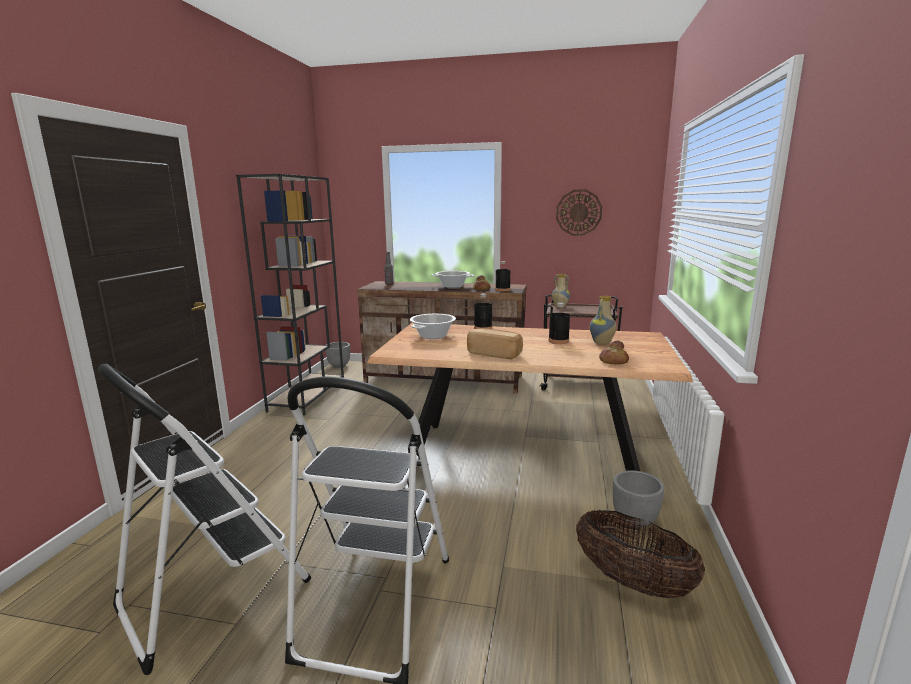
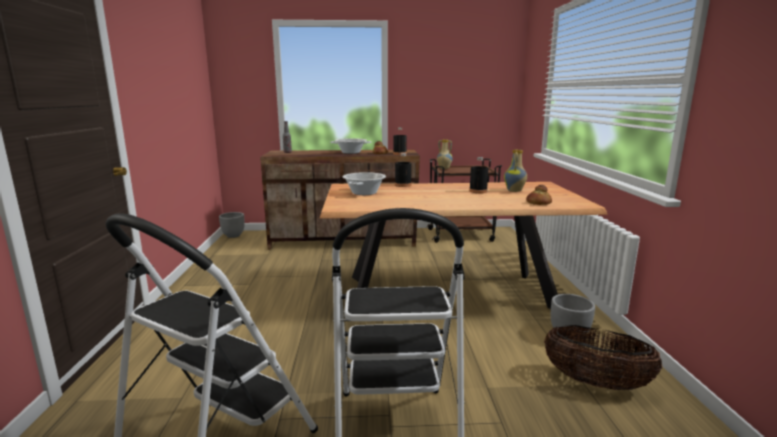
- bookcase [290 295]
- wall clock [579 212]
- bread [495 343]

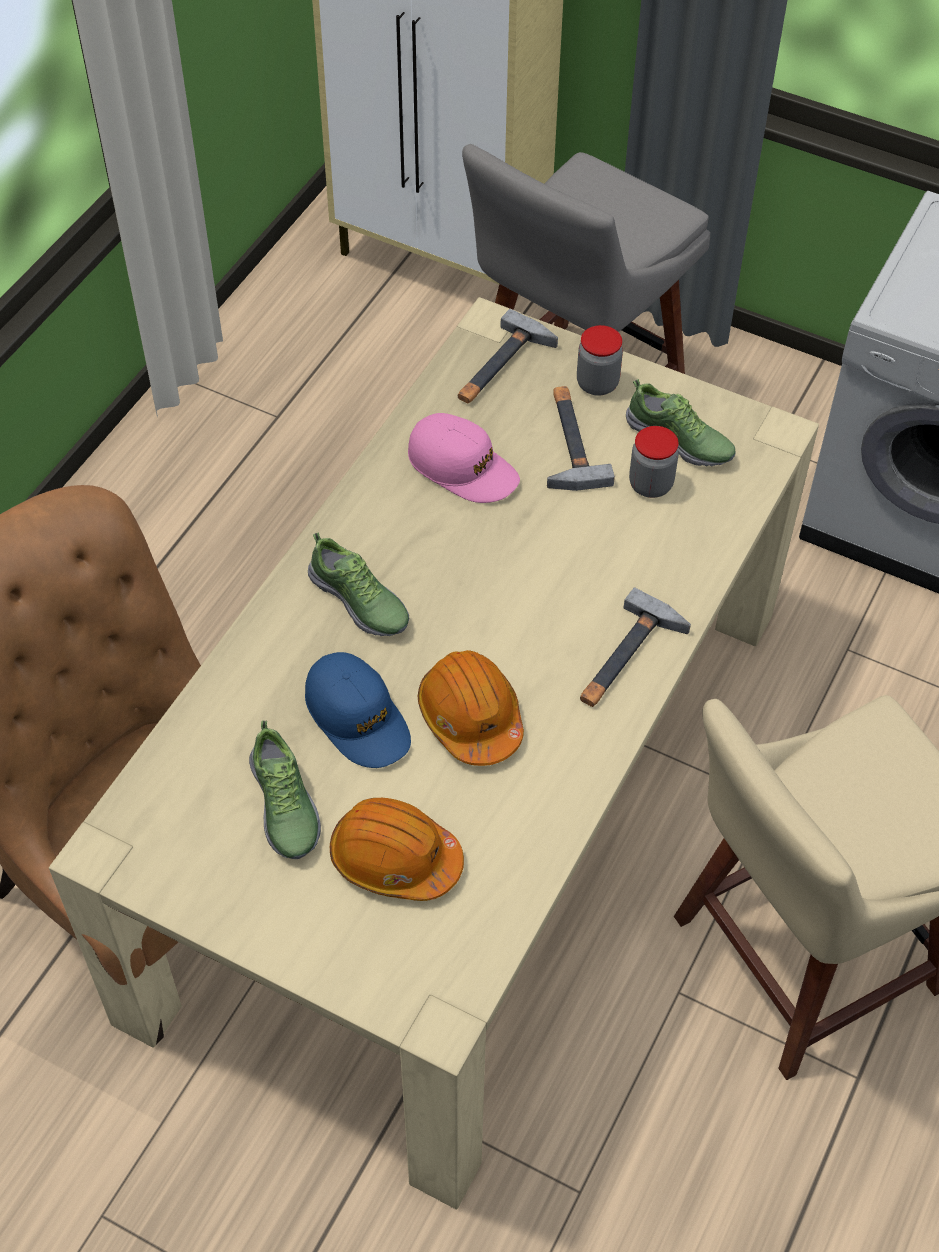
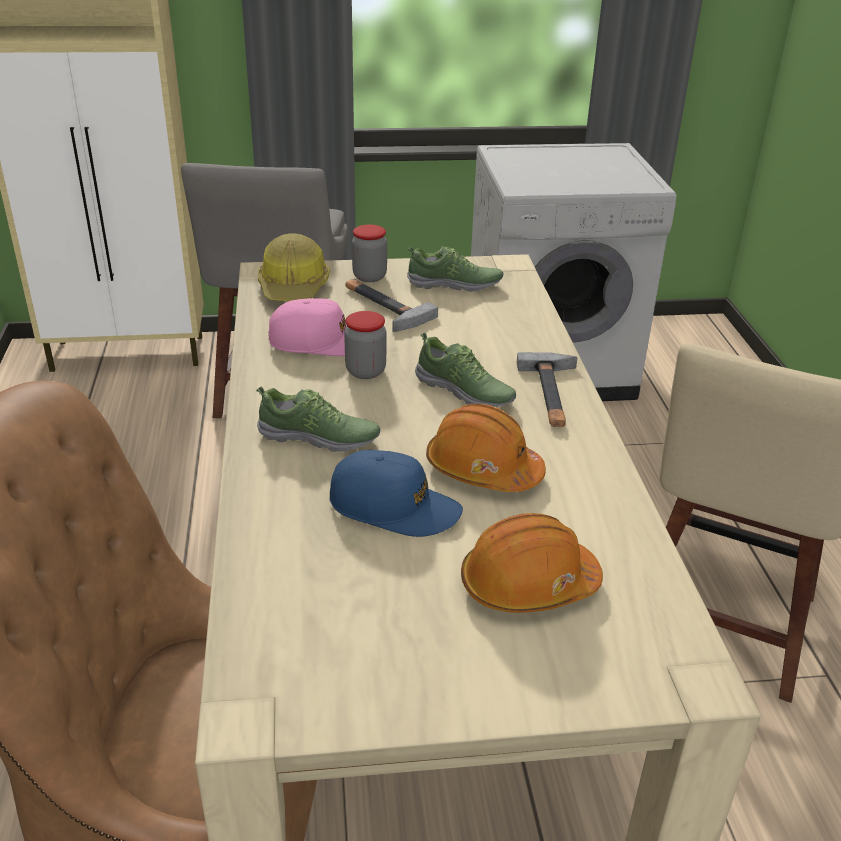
~ hammer [508 356] to hard hat [294 267]
~ jar [654 462] to [365 345]
~ shoe [285 789] to [465 370]

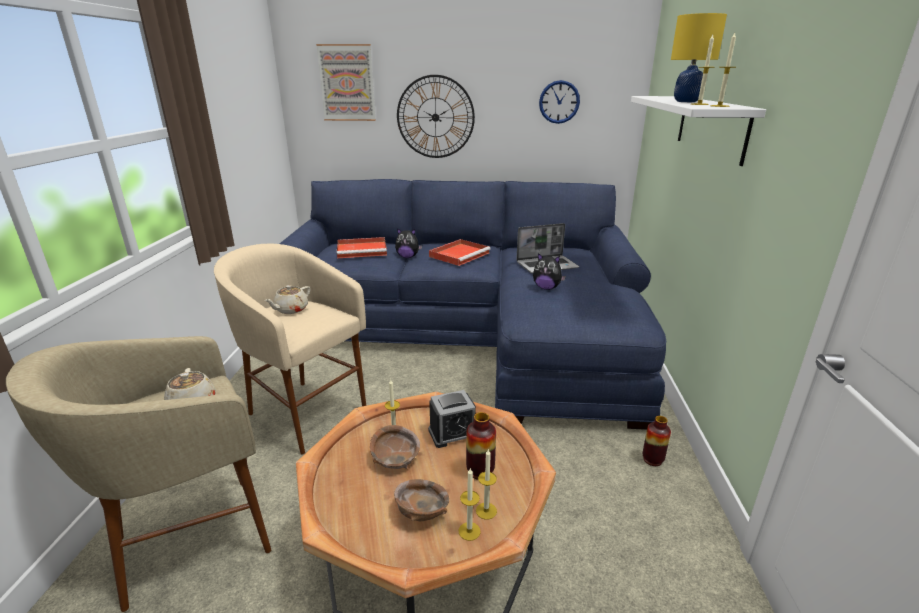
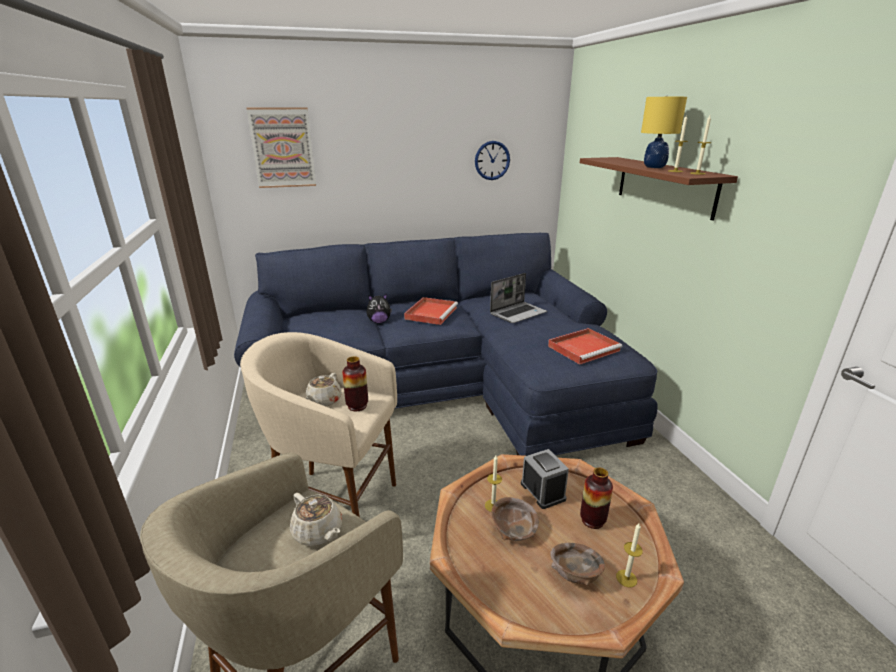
- wall clock [436 116]
~ white shelf [698 131] to brown shelf [659 189]
~ red tray [362 247] to [585 346]
- plush toy [549 271]
~ alarm clock [452 419] = [545 479] 75 degrees counterclockwise
~ vase [656 441] to [355 383]
- candle [486 484]

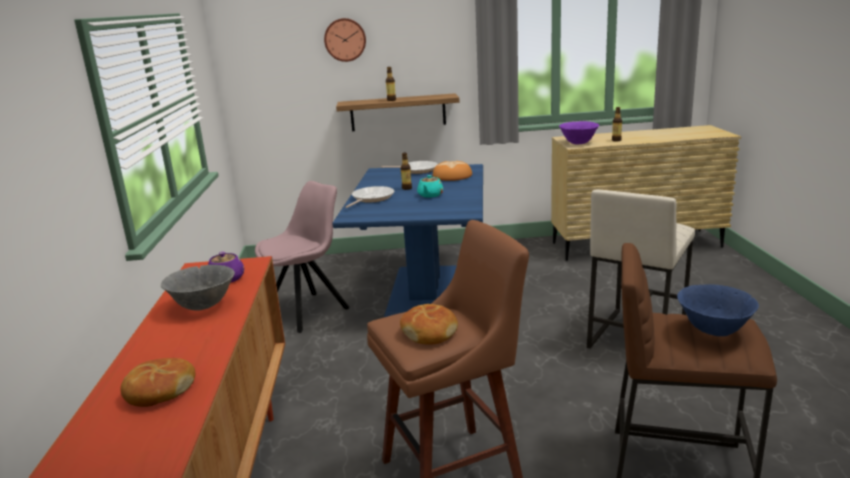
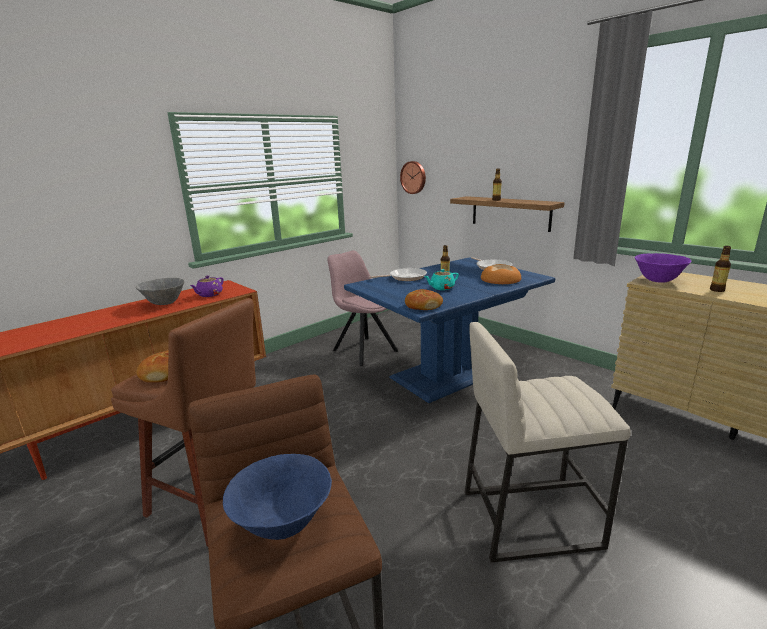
~ wall clock [345 40] to [413 177]
~ pink chair [302 257] = [362 308] 135 degrees counterclockwise
~ bread [157 382] to [424 299]

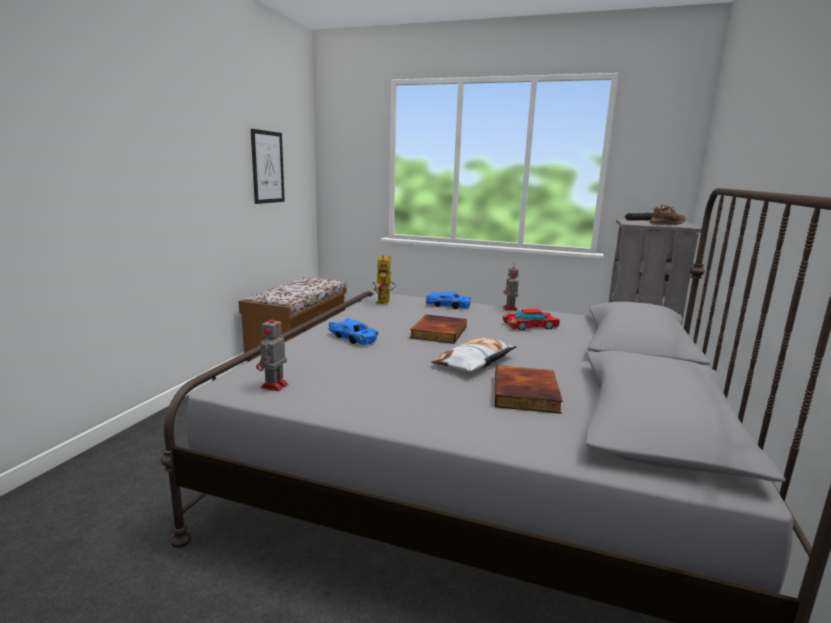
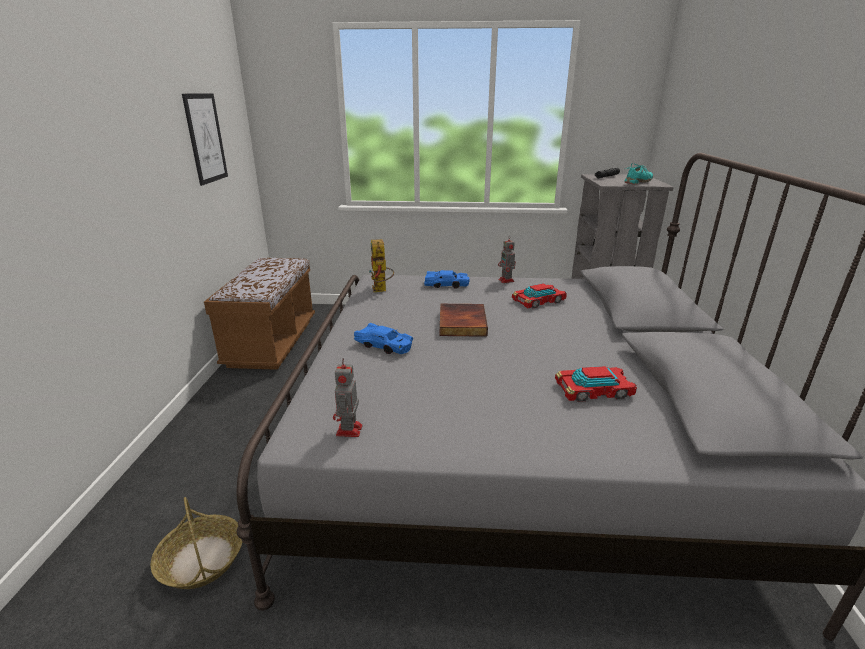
~ brown shoe [668 215] to turquoise shoe [638 174]
- pillow [474 355]
~ book [529 389] to toy car [596 384]
+ basket [196 543]

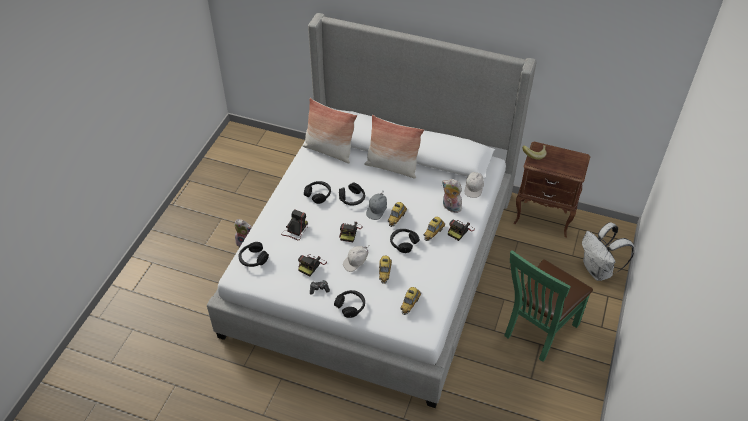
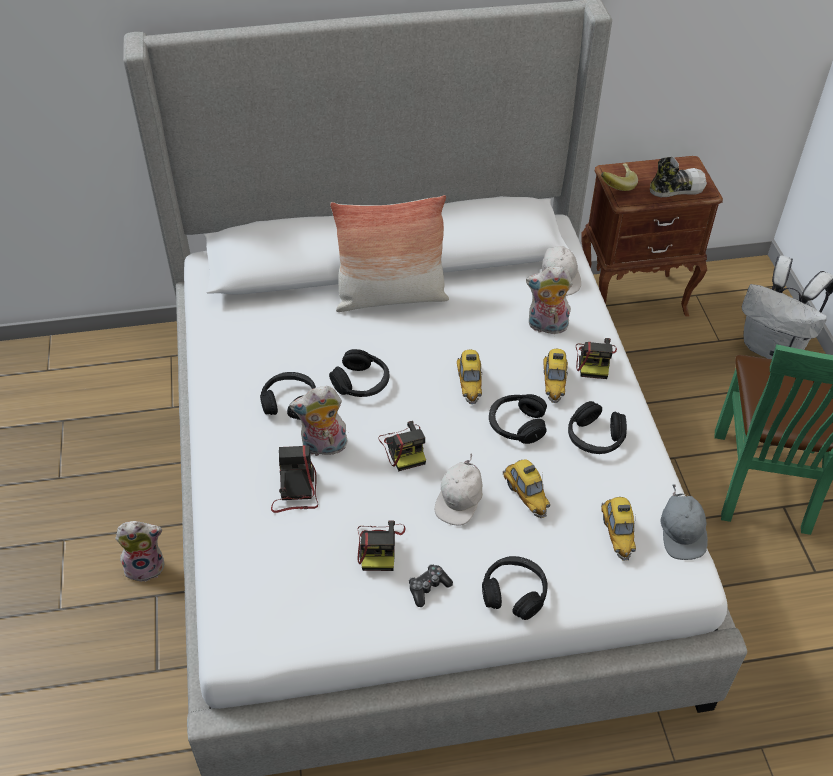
- pillow [330 130]
~ grey cap [376 206] to [684 522]
~ black headphones [253 254] to [597 427]
+ shoe [678 176]
+ plush toy [319 422]

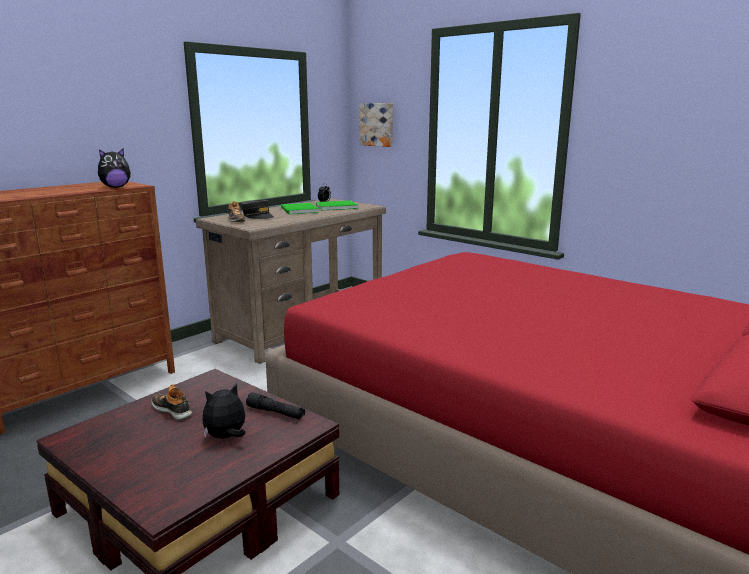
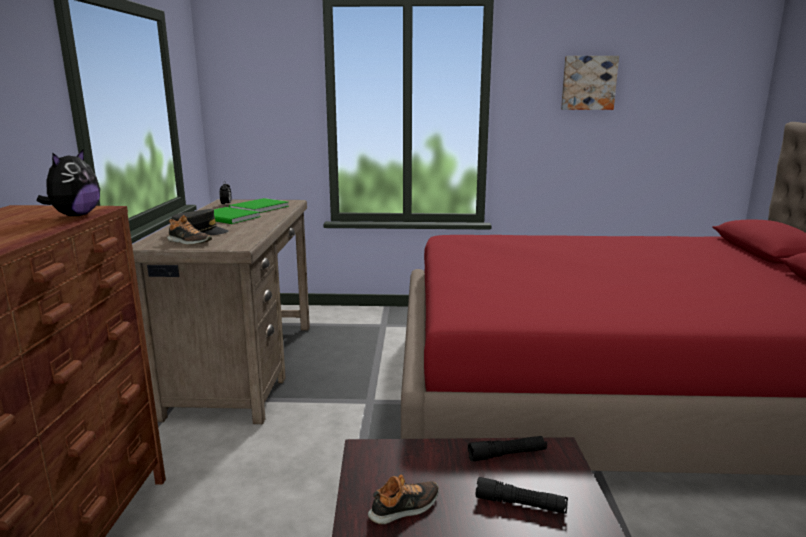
~ picture [376 125] to [590 83]
~ plush toy [224 411] to black flashlight [522 495]
~ shoe [172 402] = [403 499] 150 degrees clockwise

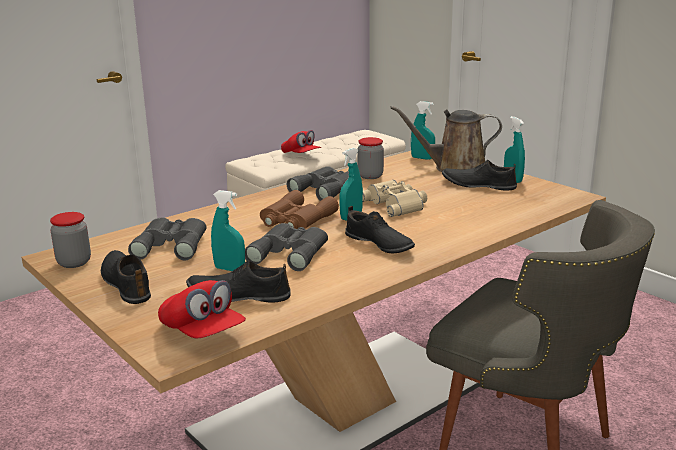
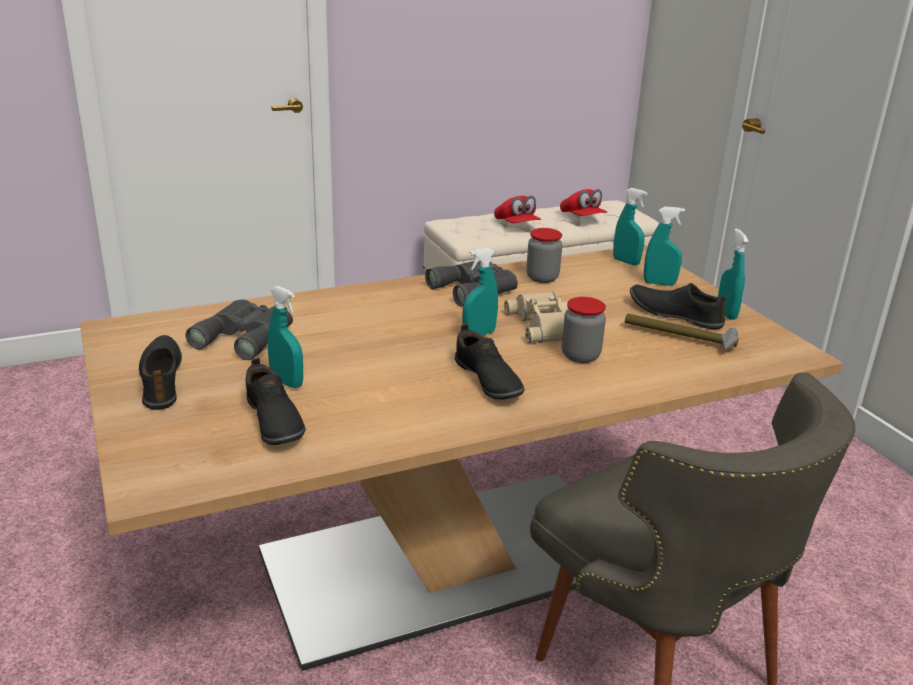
~ brown watering can [446 139] to turquoise spray bottle [664 246]
- brown binoculars [299 209]
~ jar [70 240] to [584 330]
- grey binoculars [286 247]
~ black shoe [238 281] = [276 401] 135 degrees counterclockwise
~ red cap [202 309] to [583 202]
+ hammer [682 332]

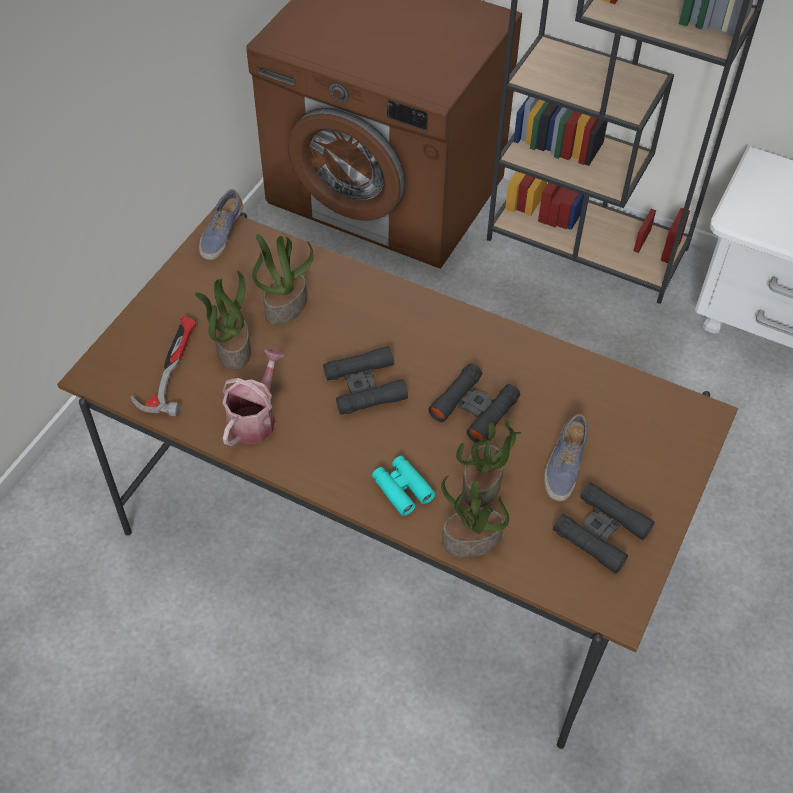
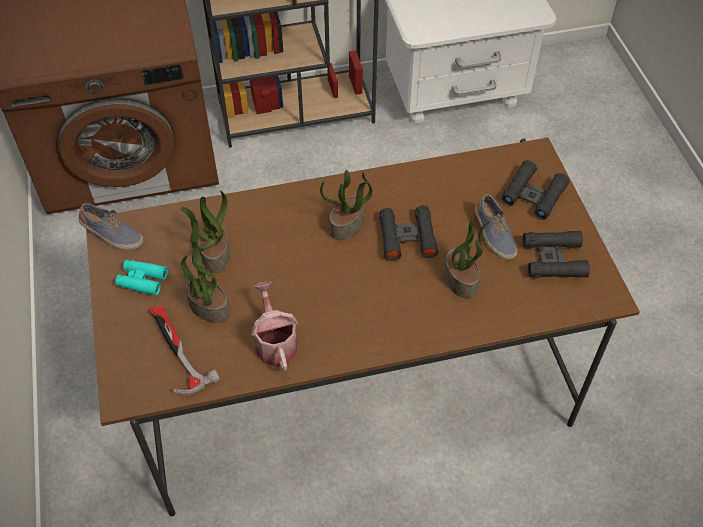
~ shoe [221 224] = [110 226] 45 degrees counterclockwise
~ black binoculars [365 380] to [535 190]
~ turquoise binoculars [403 486] to [141 277]
~ potted plant [475 516] to [346 205]

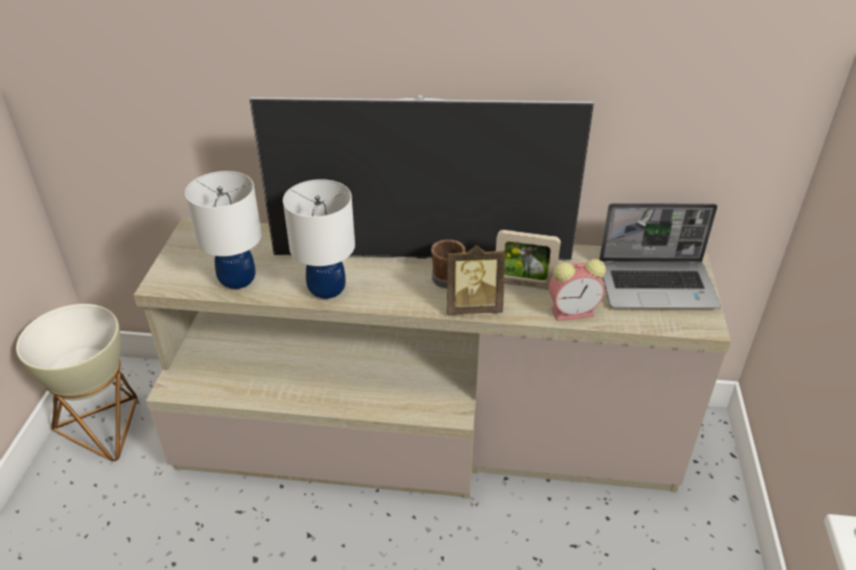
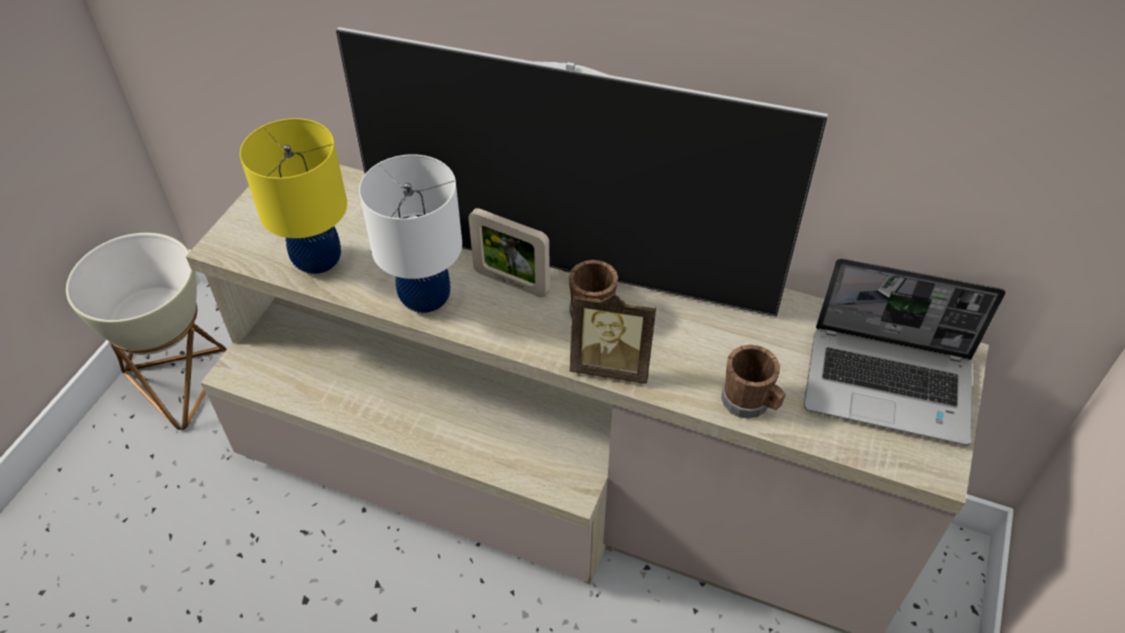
~ white table lamp [223 230] to yellow table lamp [293 196]
~ picture frame [528 260] to [509 252]
~ alarm clock [577 290] to brown mug [753 382]

